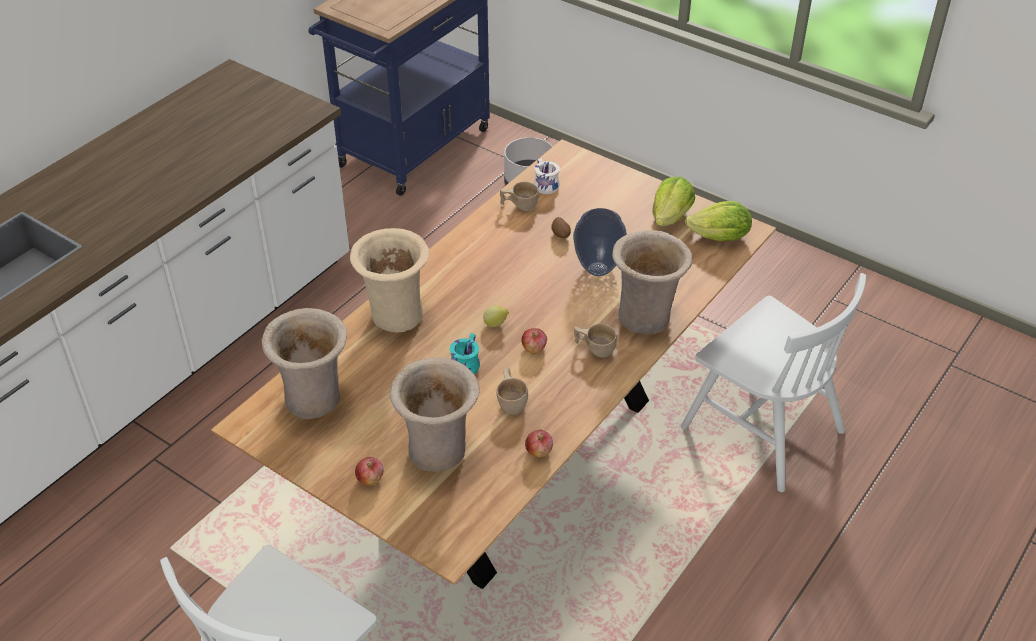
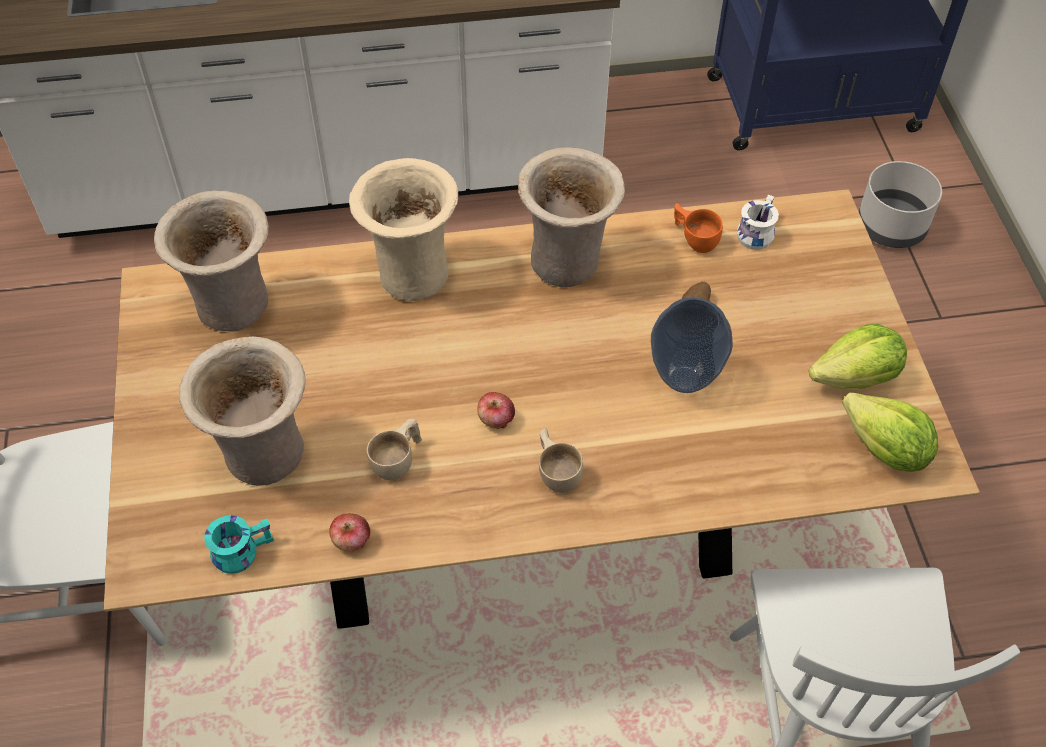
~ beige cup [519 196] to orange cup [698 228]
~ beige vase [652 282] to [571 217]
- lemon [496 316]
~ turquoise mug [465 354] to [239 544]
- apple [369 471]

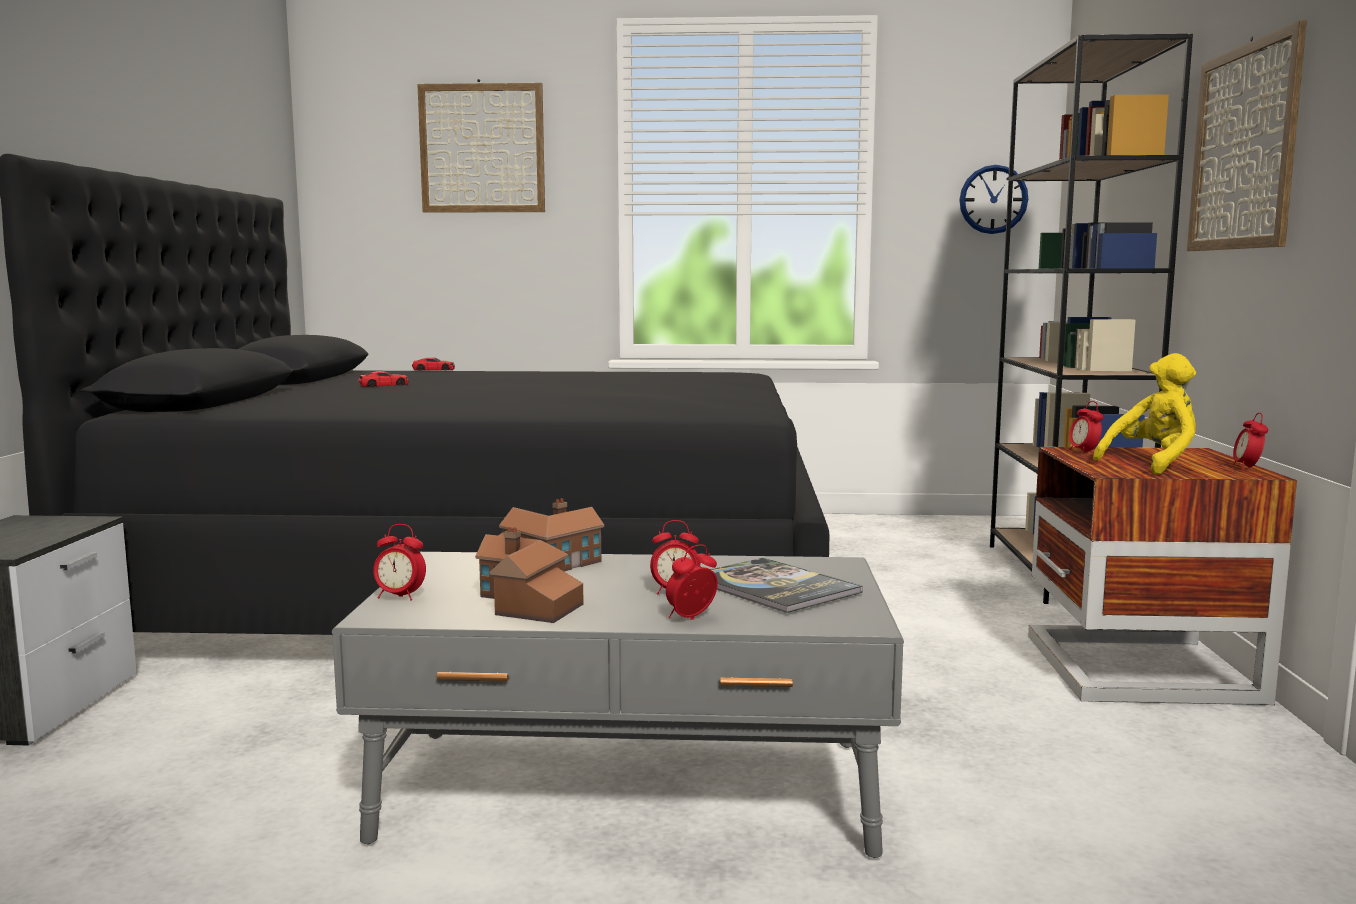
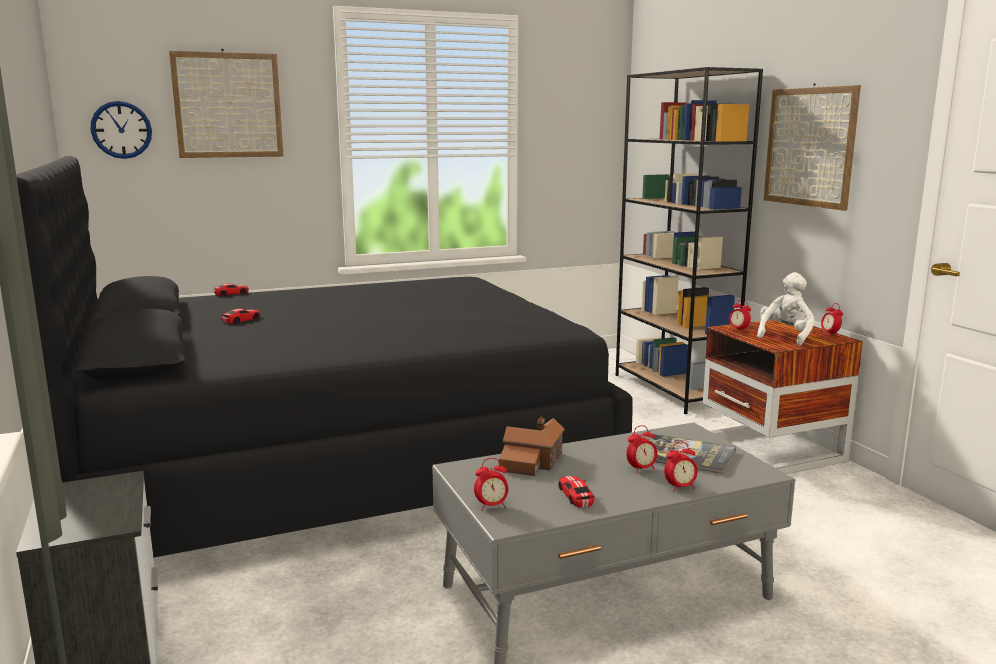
~ wall clock [993 199] to [121 130]
~ yellow plush toy [1144 414] to white plush toy [786 309]
~ toy house [529 575] to toy car [576 492]
~ alarm clock [692 582] = [681 466] 135 degrees counterclockwise

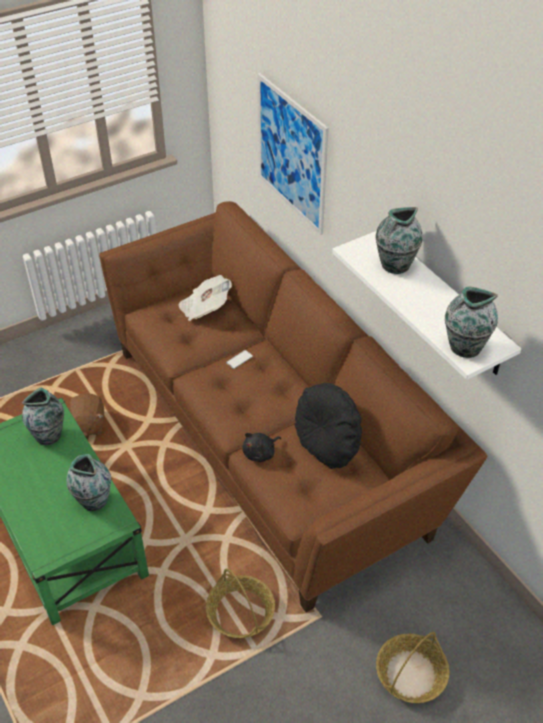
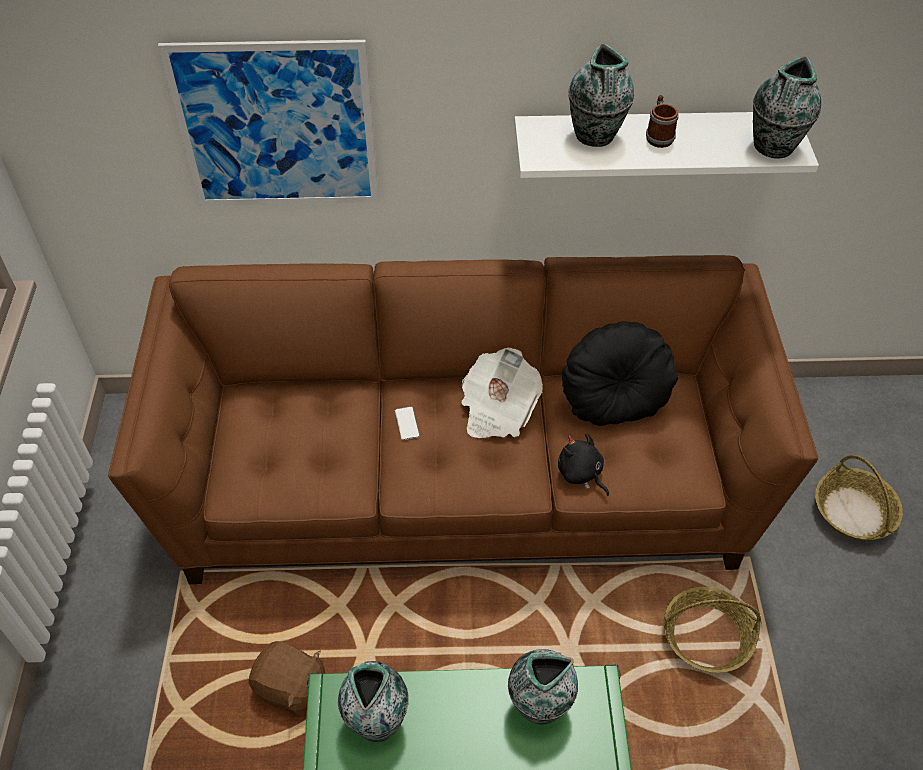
~ newspaper [205 298] to [502 393]
~ black plush toy [261 447] = [583 464] 150 degrees clockwise
+ mug [662 121]

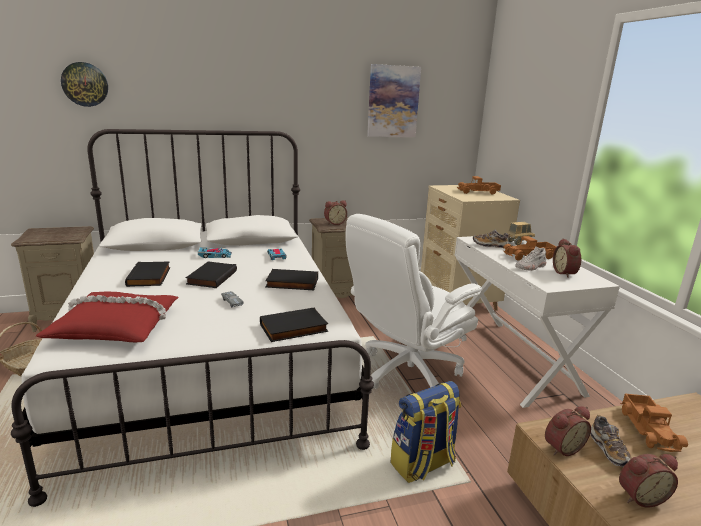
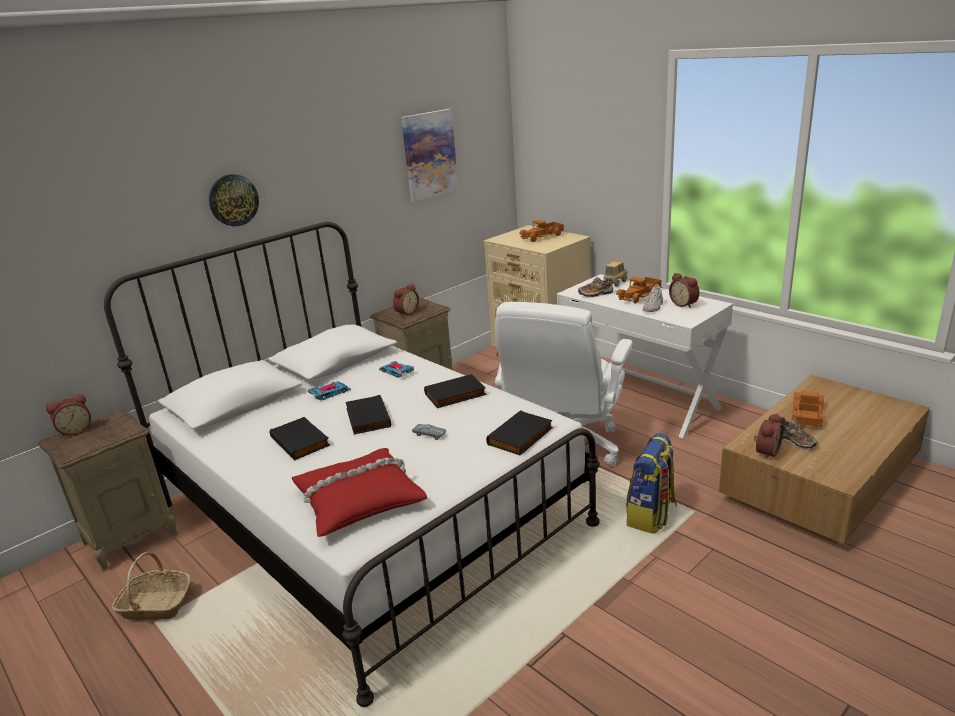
~ wall clock [84 84] to [234 200]
~ toy truck [654 423] = [808 409] 135 degrees counterclockwise
~ alarm clock [648 481] to [68 415]

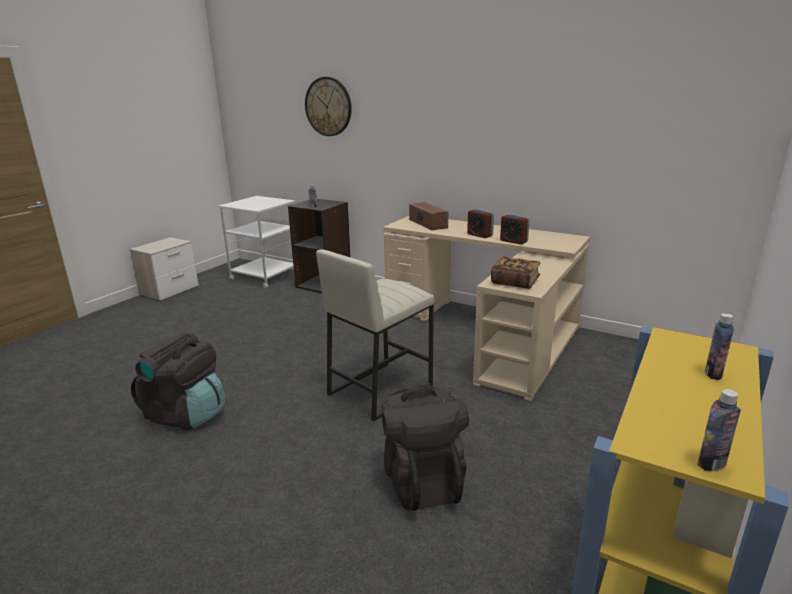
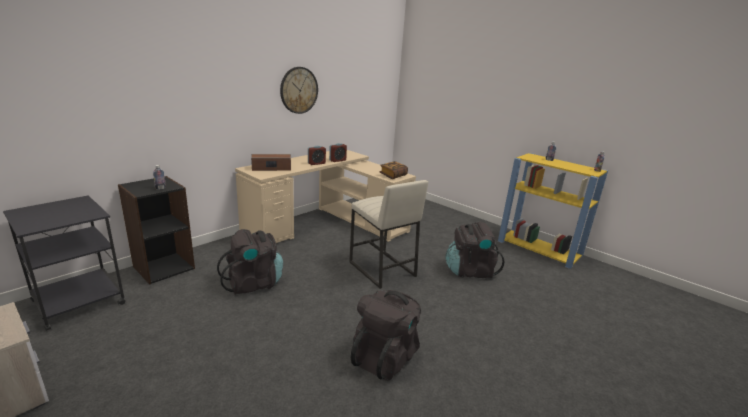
~ wall clock [328 106] to [299 90]
~ white cart [256 242] to black cart [64 263]
+ black backpack [250 262]

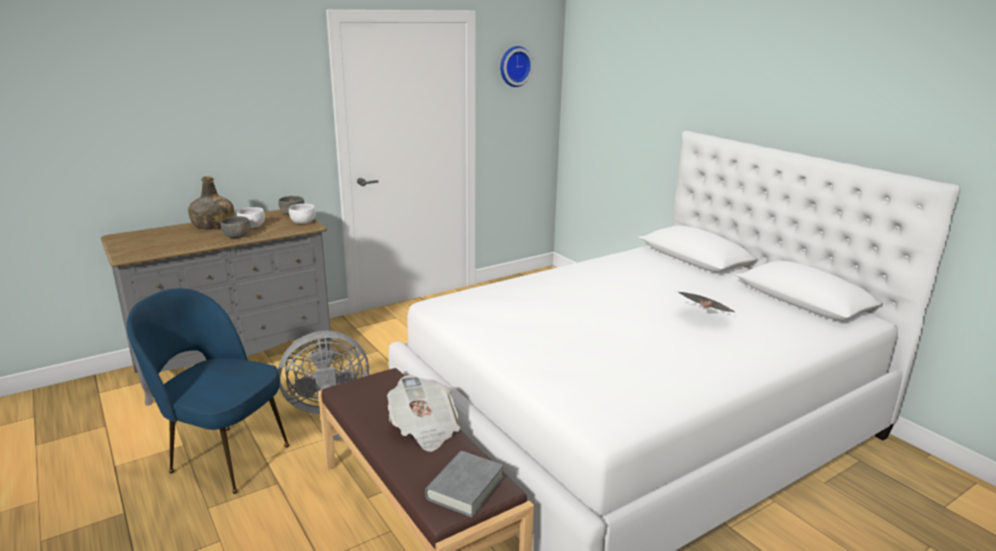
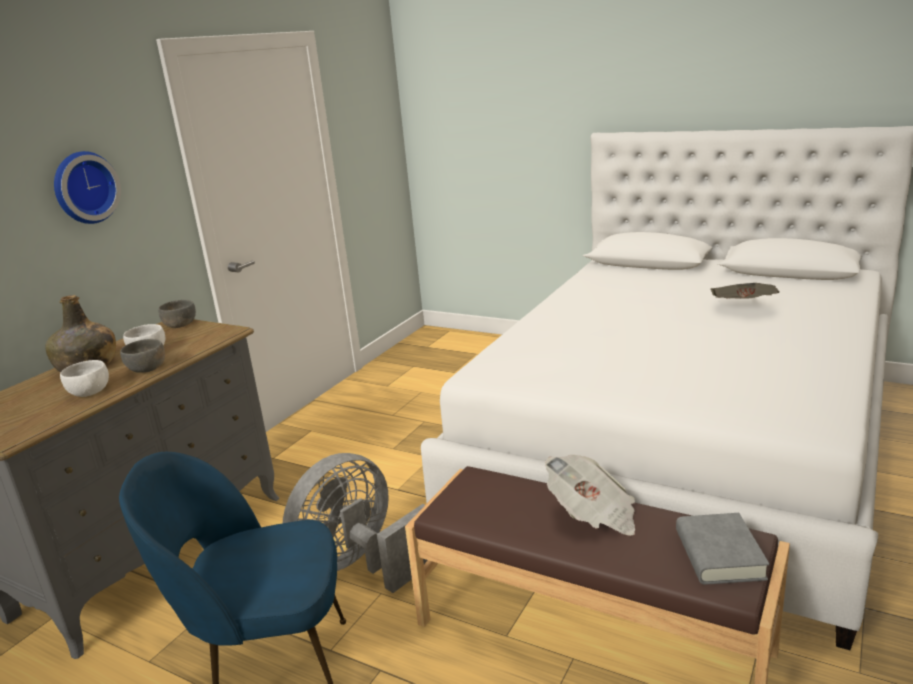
~ wall clock [516 66] to [87 187]
~ white bowl [302 214] to [84 378]

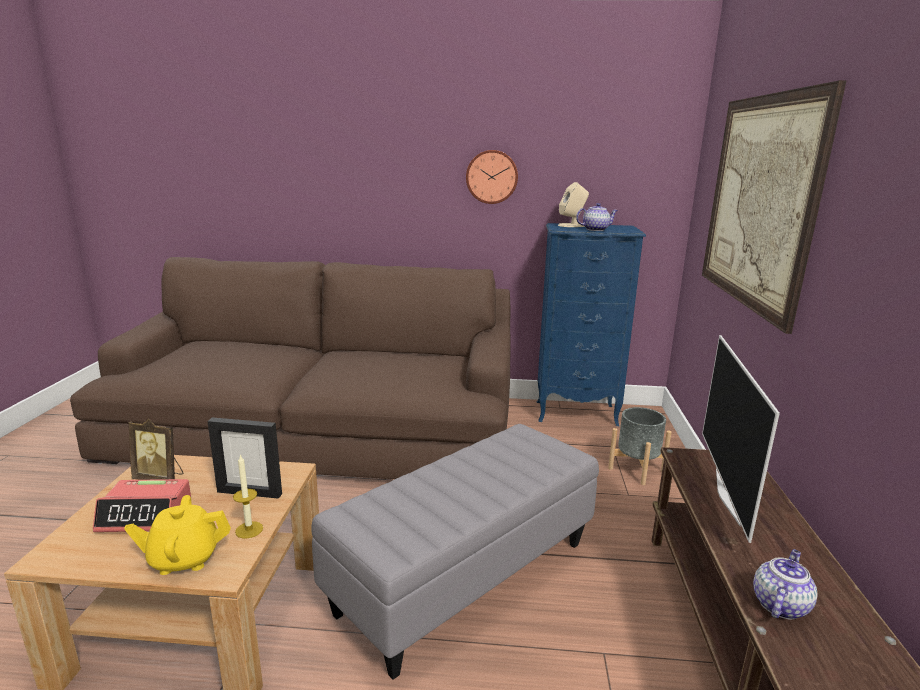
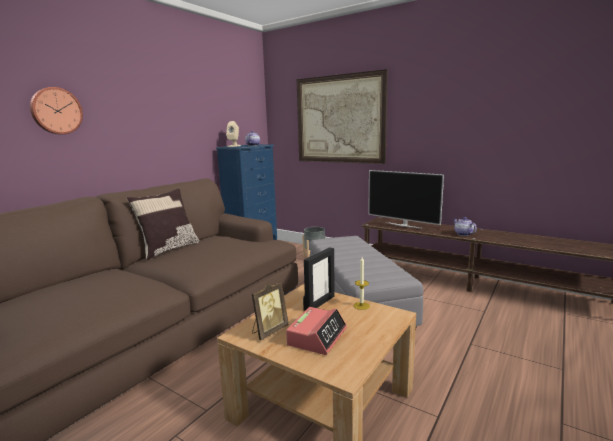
~ wall clock [492 177] to [56 110]
- yellow teapot [177 535]
+ pillow [163 224]

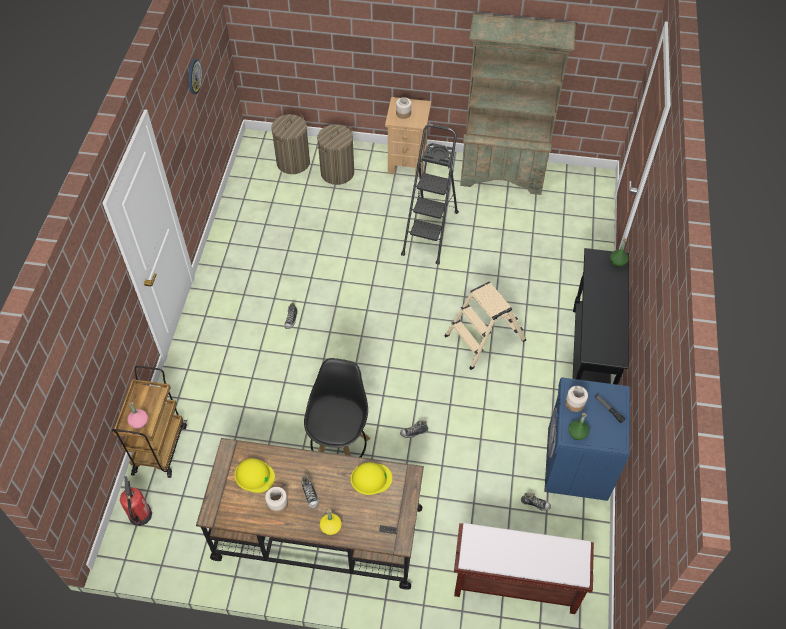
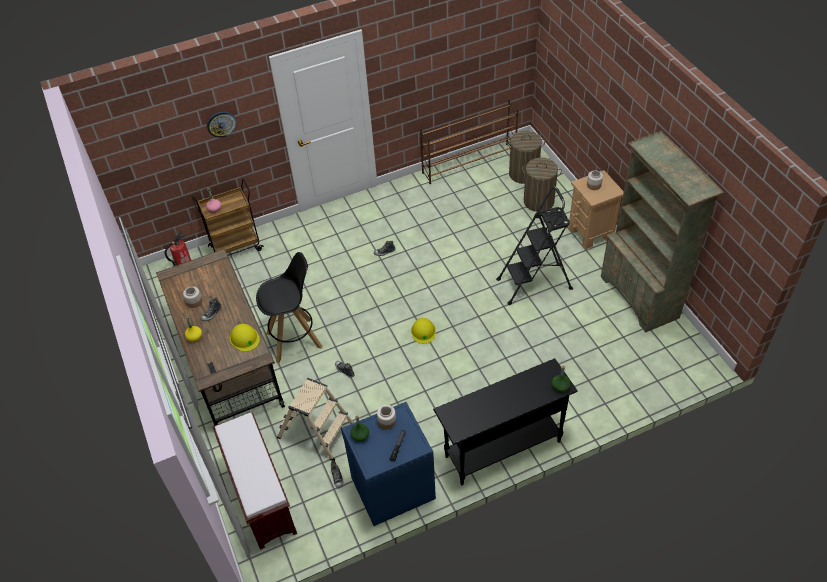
~ wall clock [195 76] to [222 125]
~ beige step ladder [485 325] to [315 419]
~ yellow hard hat [255 475] to [423 331]
+ brown shoe rack [469 142]

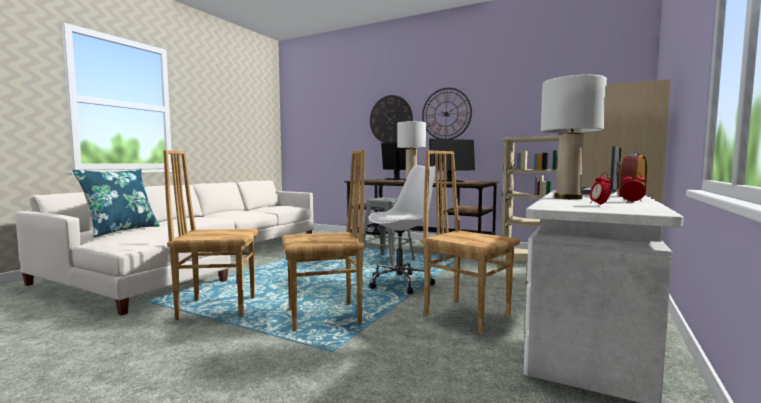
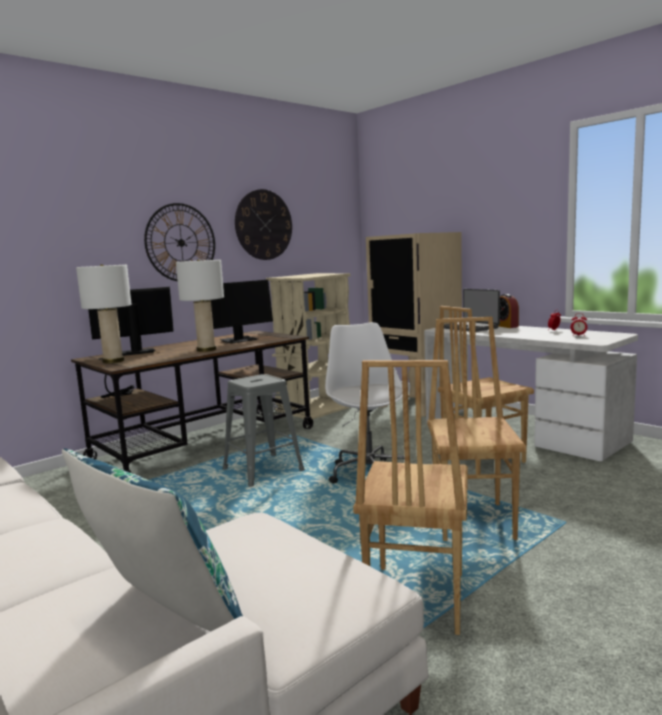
~ white table lamp [574 137] to [103 313]
~ wall clock [391 119] to [263 224]
~ monitor [452 160] = [242 312] 60 degrees clockwise

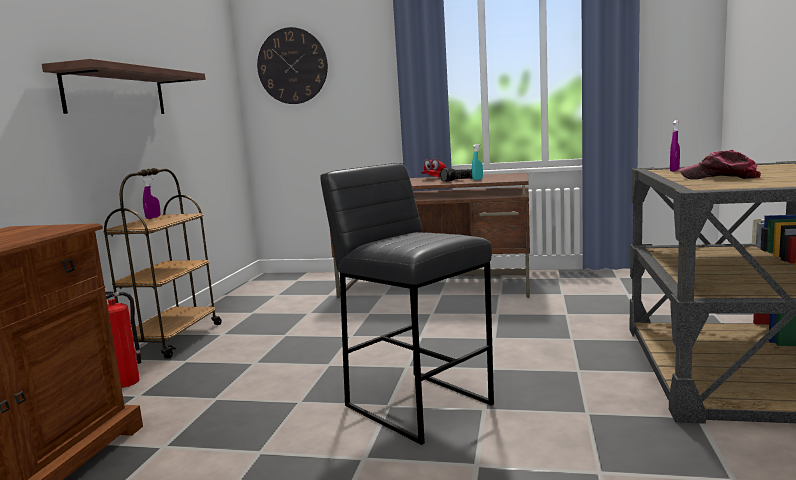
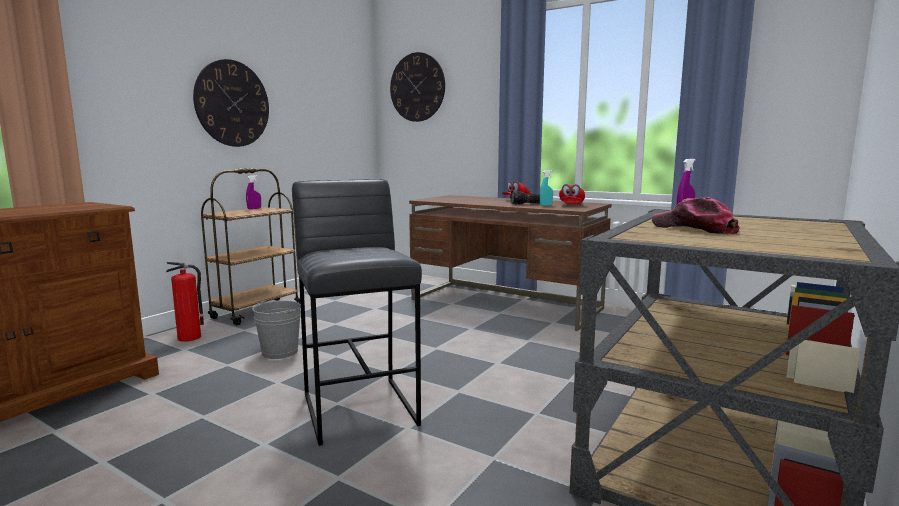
~ shelf [124 86] to wall clock [231 103]
+ red cap [572 194]
+ grey bucket [276 329]

